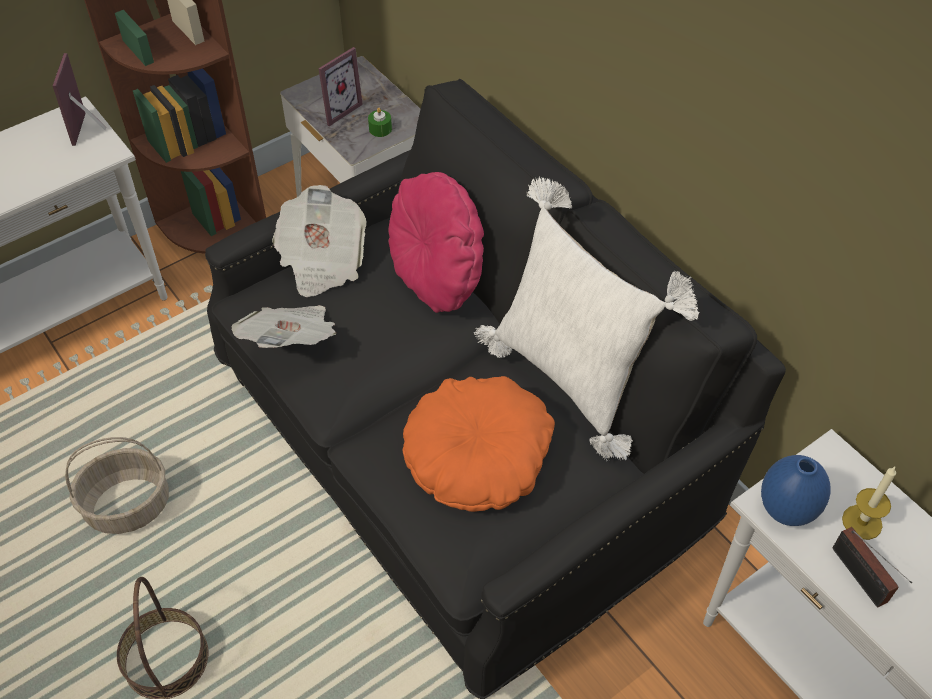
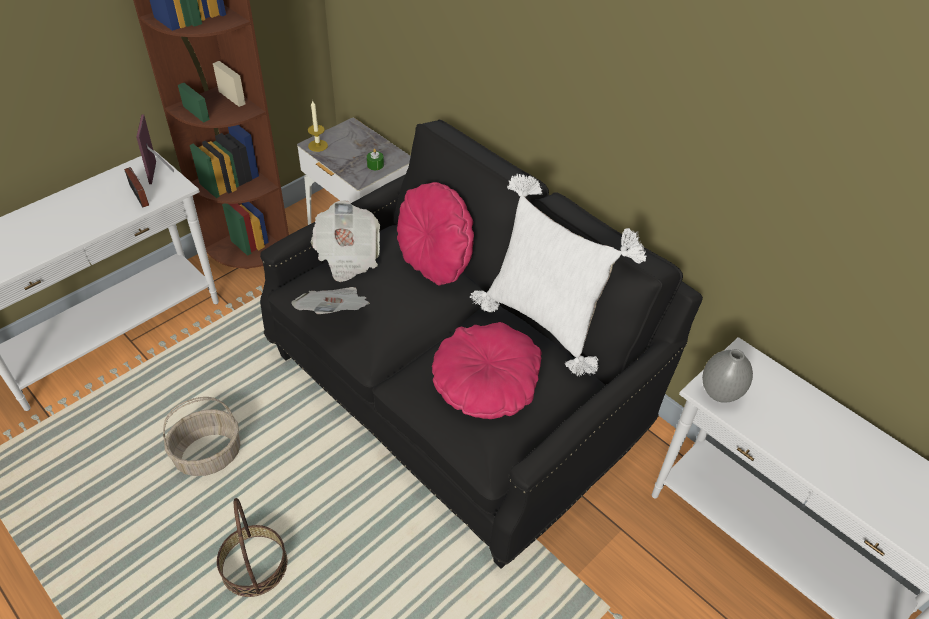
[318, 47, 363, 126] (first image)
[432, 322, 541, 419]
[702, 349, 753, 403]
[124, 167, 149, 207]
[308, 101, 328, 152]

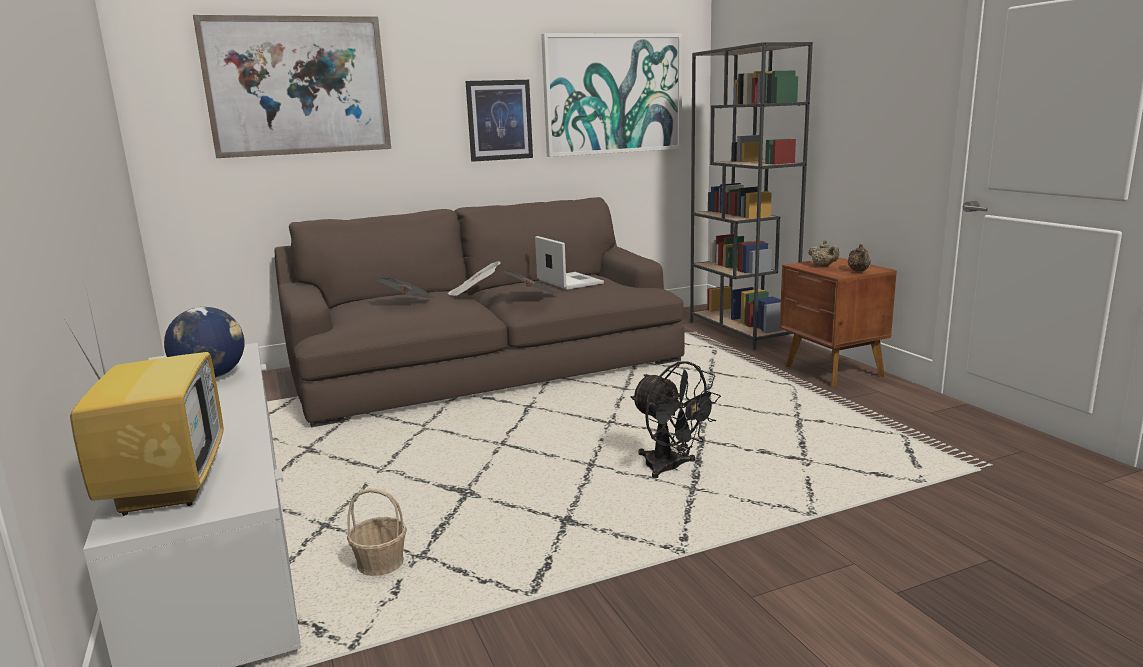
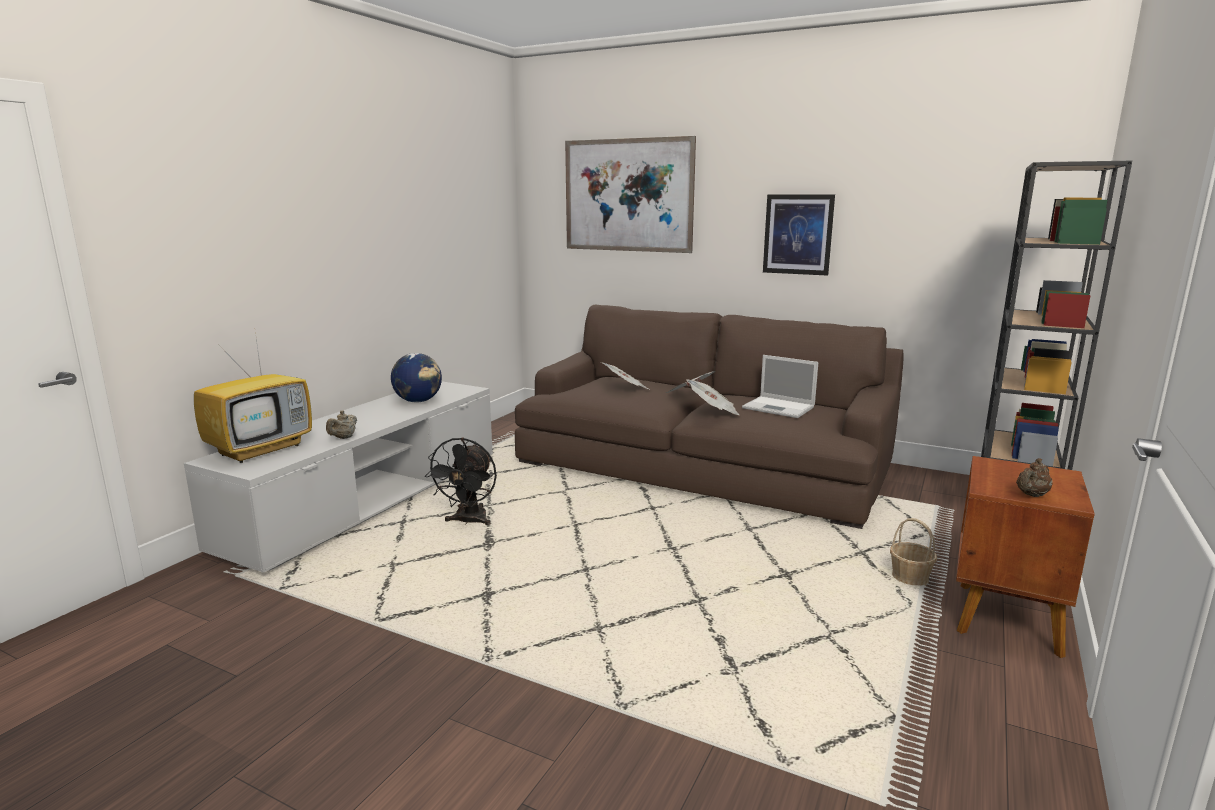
[890, 518, 937, 586]
[742, 355, 818, 418]
[541, 33, 682, 157] (first image)
[425, 438, 497, 525]
[326, 411, 357, 439]

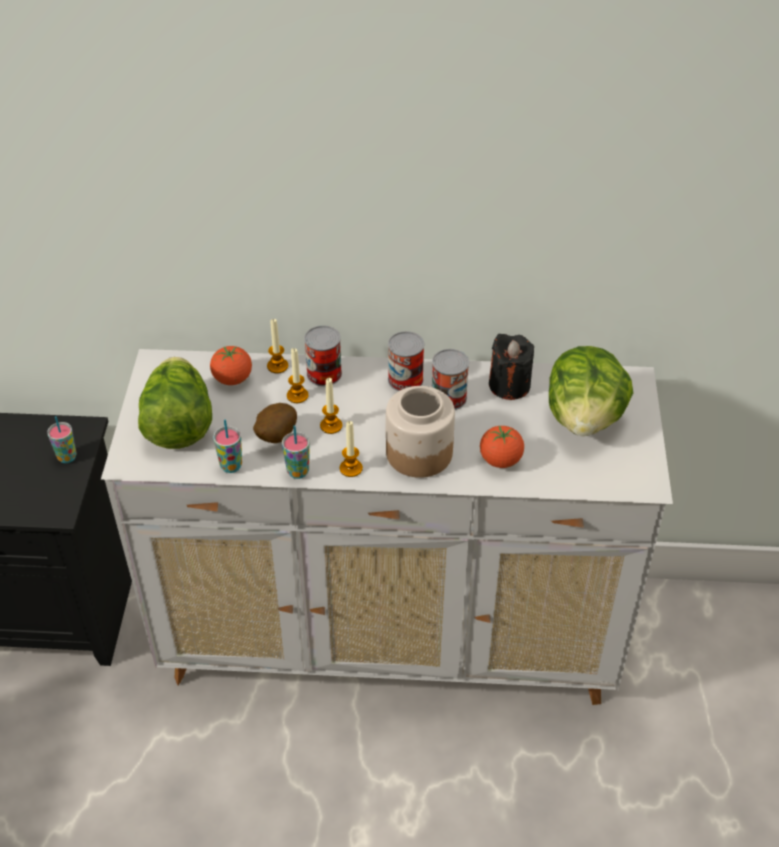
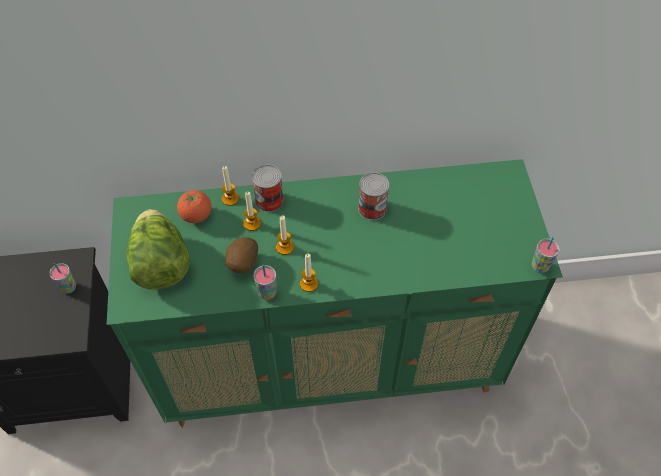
[107, 159, 563, 428]
[532, 237, 560, 273]
[386, 386, 455, 478] (first image)
[388, 331, 424, 391] (first image)
[480, 425, 524, 468] (first image)
[489, 334, 534, 400] (first image)
[549, 346, 633, 436] (first image)

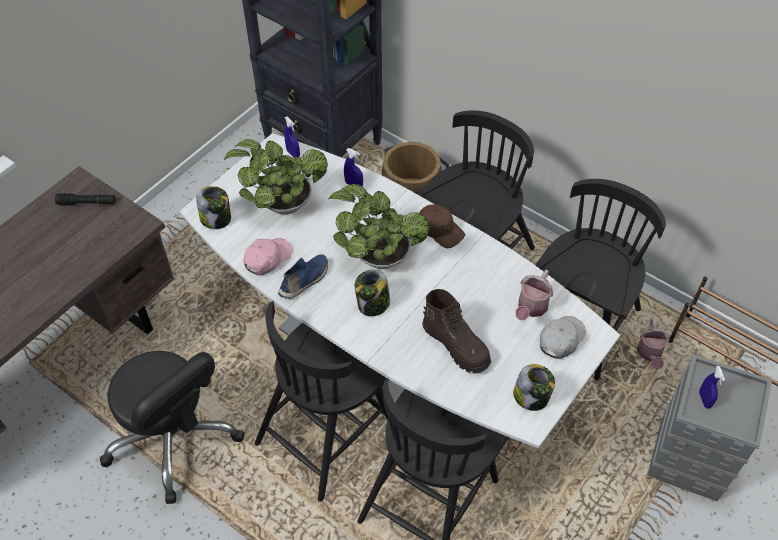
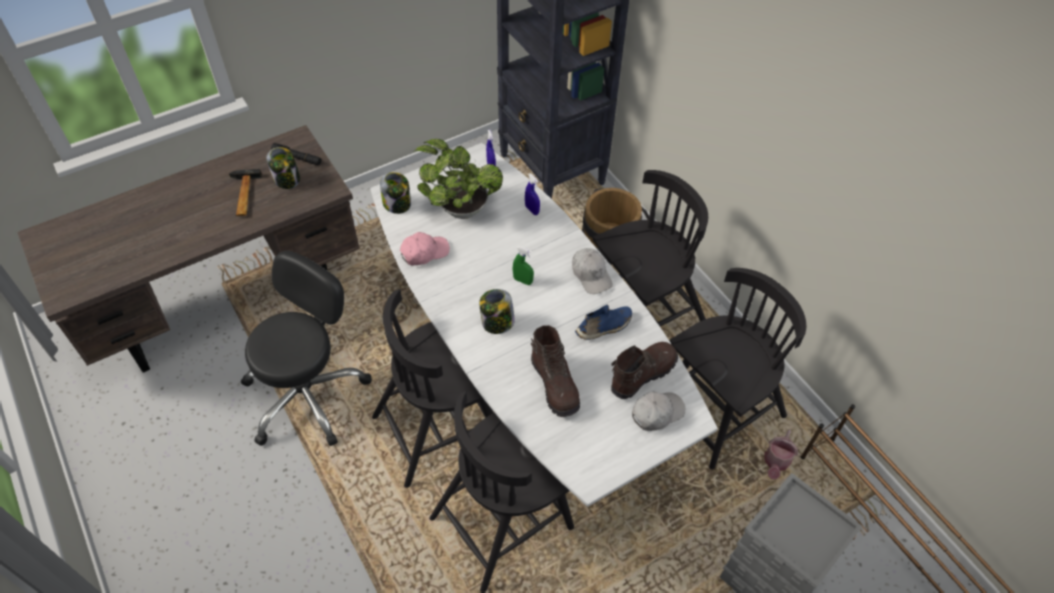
[241, 250, 372, 446]
[575, 304, 632, 340]
[513, 246, 534, 285]
[572, 248, 613, 294]
[266, 147, 300, 189]
[611, 342, 678, 399]
[699, 366, 725, 409] (first image)
[229, 169, 262, 216]

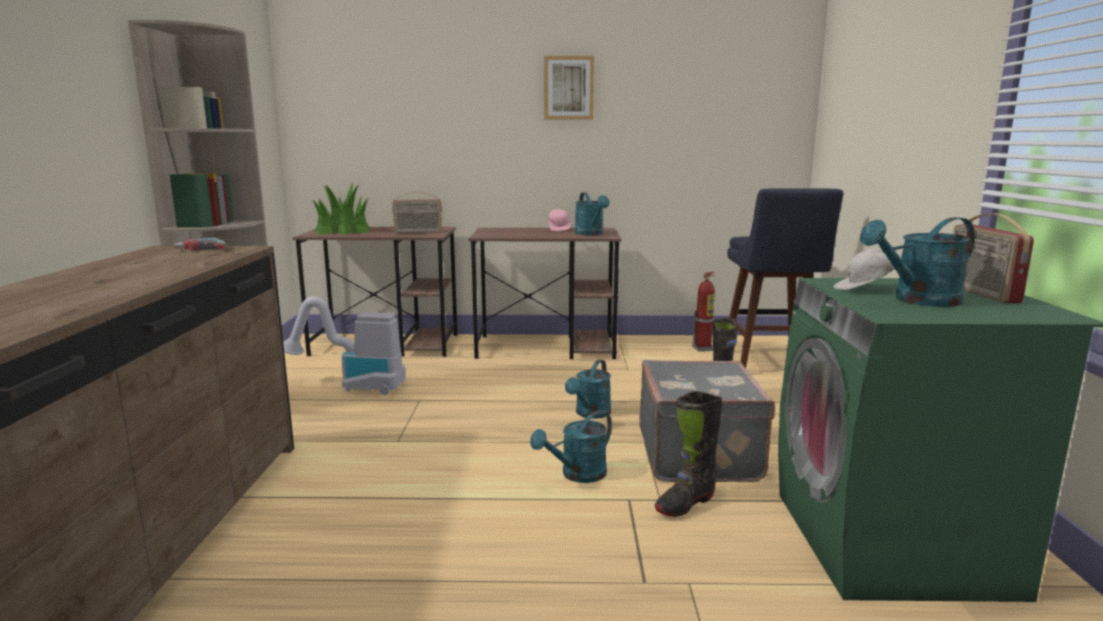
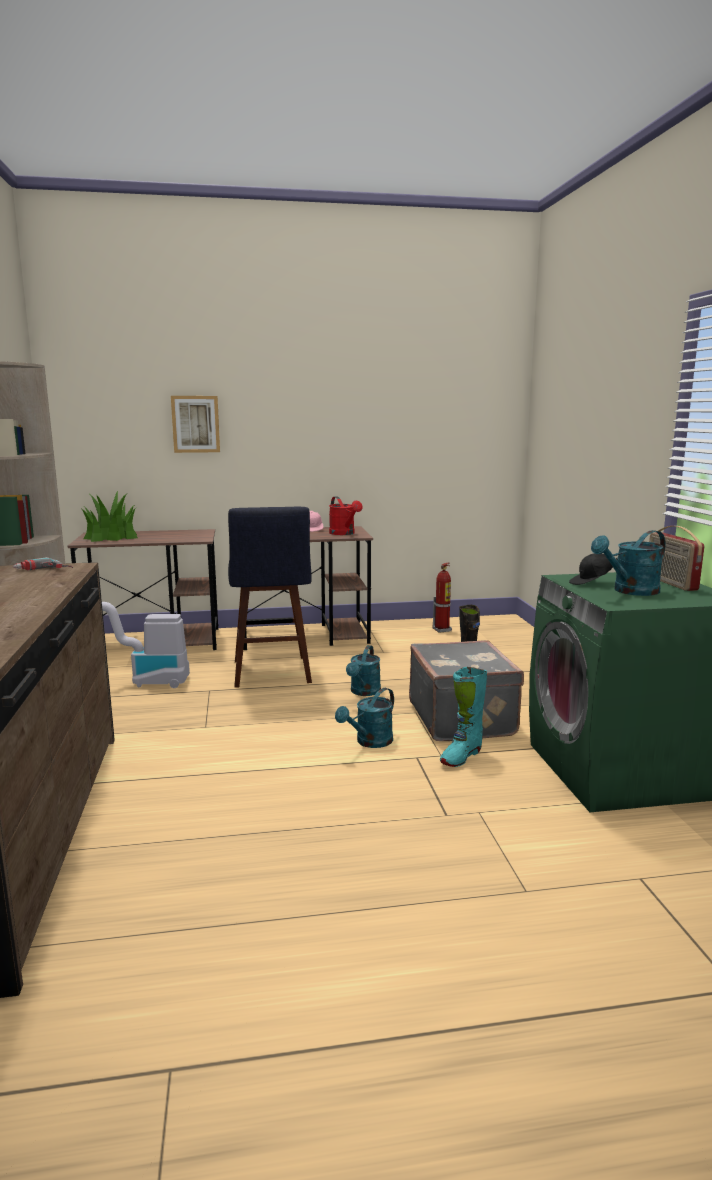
[392, 192, 442, 233] (first image)
[171, 396, 220, 453]
[329, 496, 363, 535]
[440, 667, 487, 767]
[228, 507, 312, 688]
[569, 553, 617, 585]

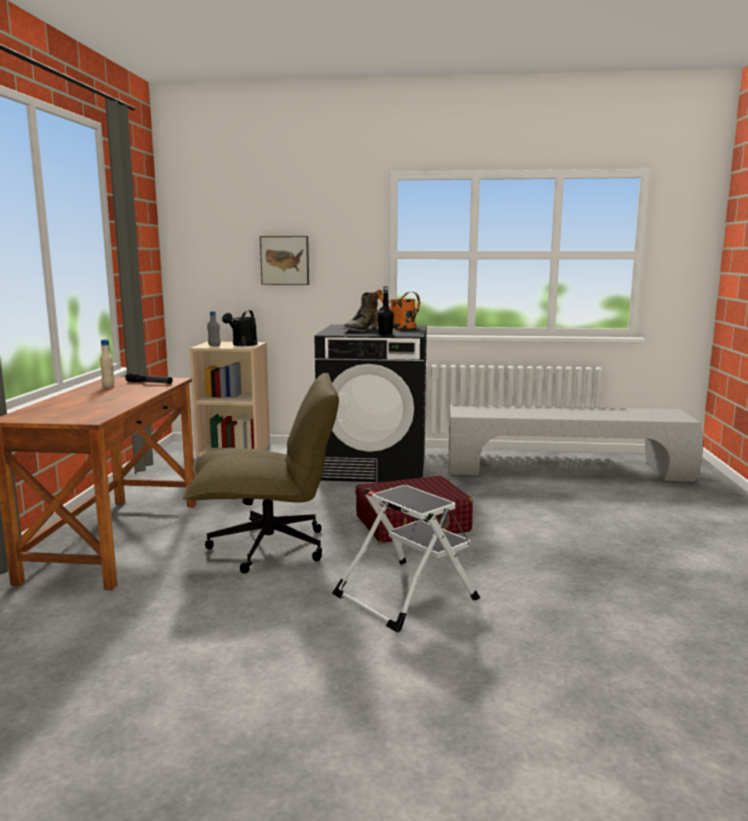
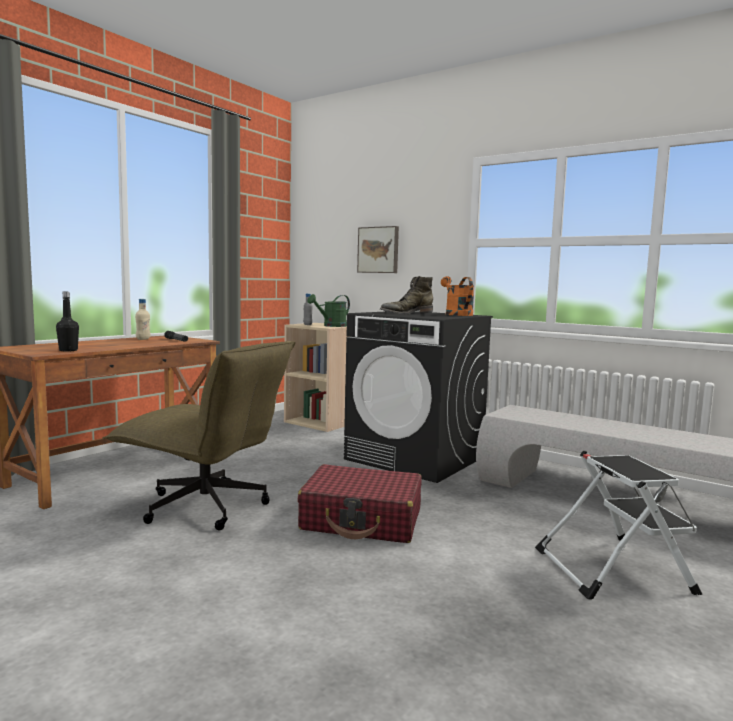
[307, 294, 350, 327]
[535, 451, 702, 600]
[56, 292, 79, 352]

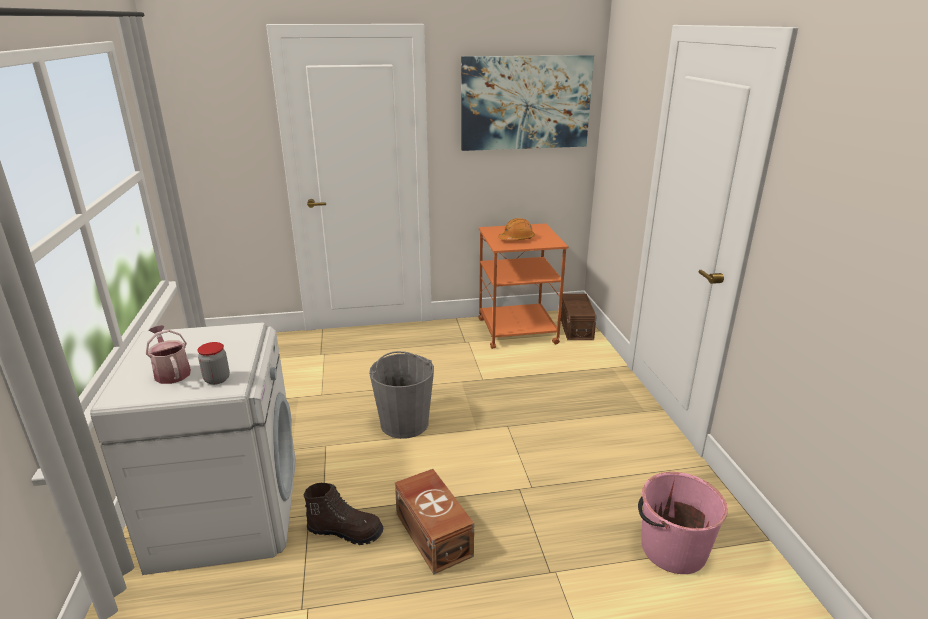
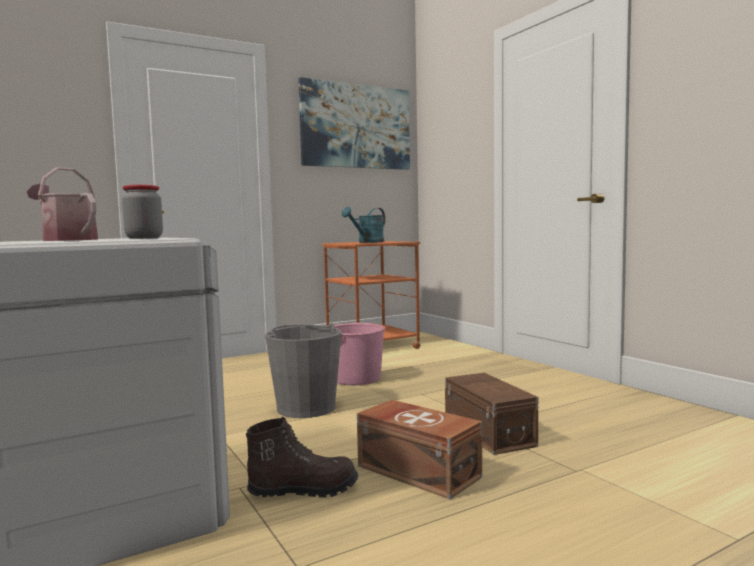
[342, 207, 385, 243]
[445, 373, 538, 455]
[333, 323, 385, 385]

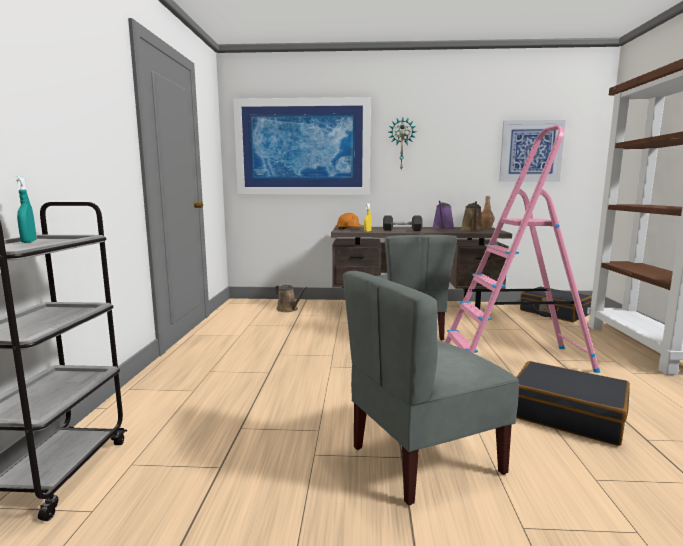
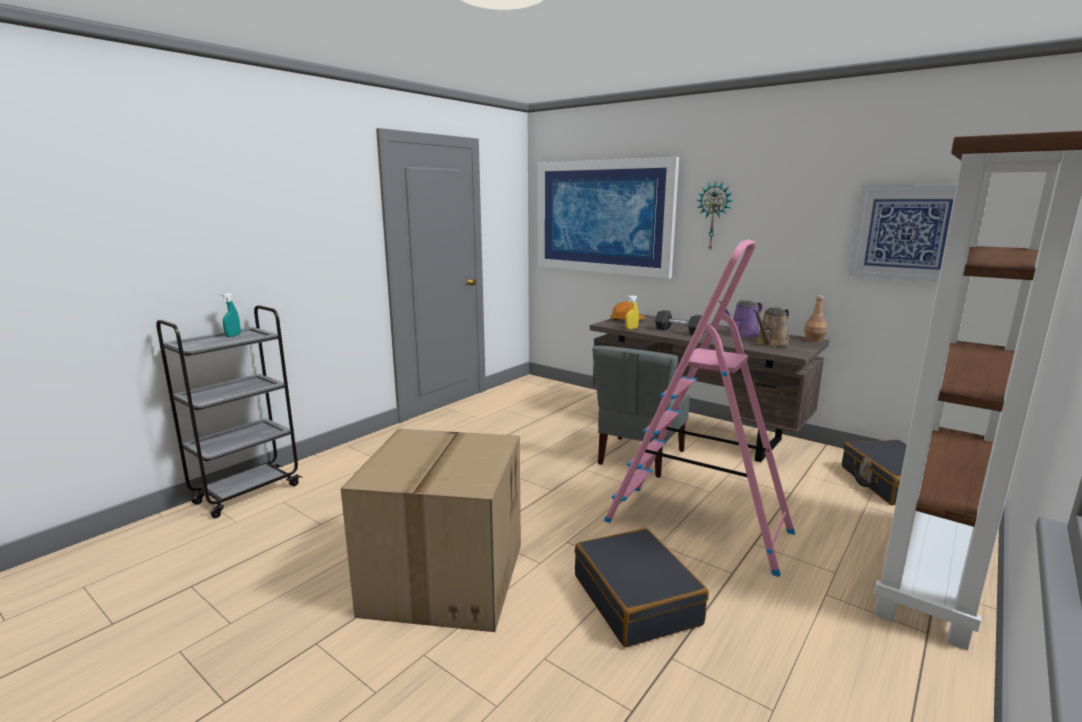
[275, 285, 308, 312] (first image)
[341, 429, 521, 632]

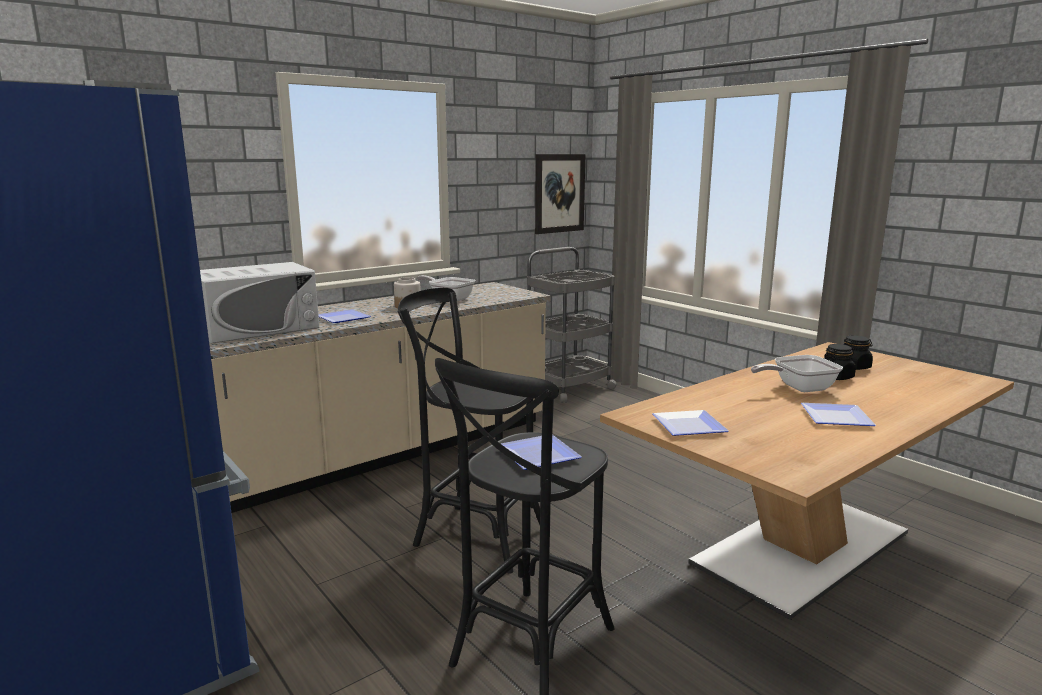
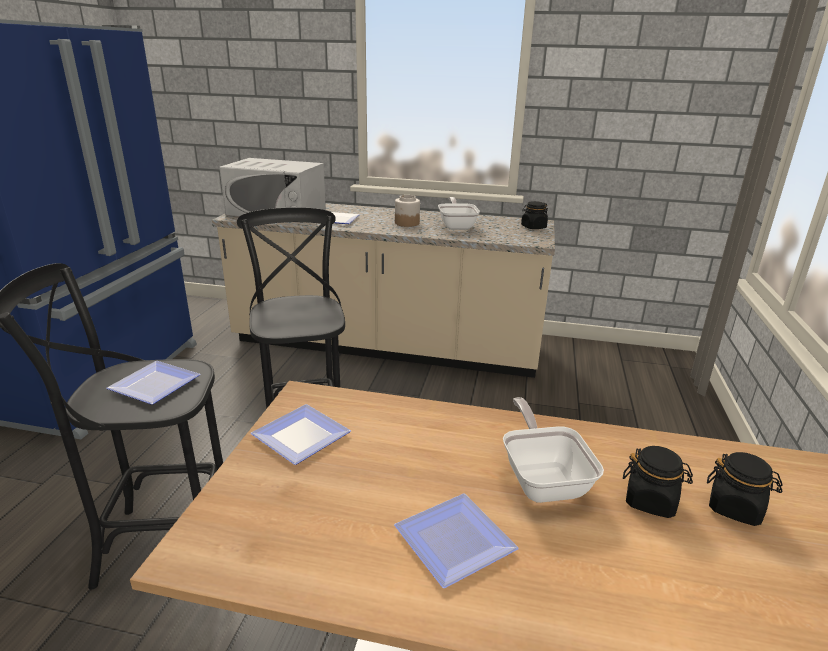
[527, 247, 617, 403] (first image)
[535, 154, 585, 234] (first image)
[503, 397, 604, 503]
[521, 201, 548, 229]

